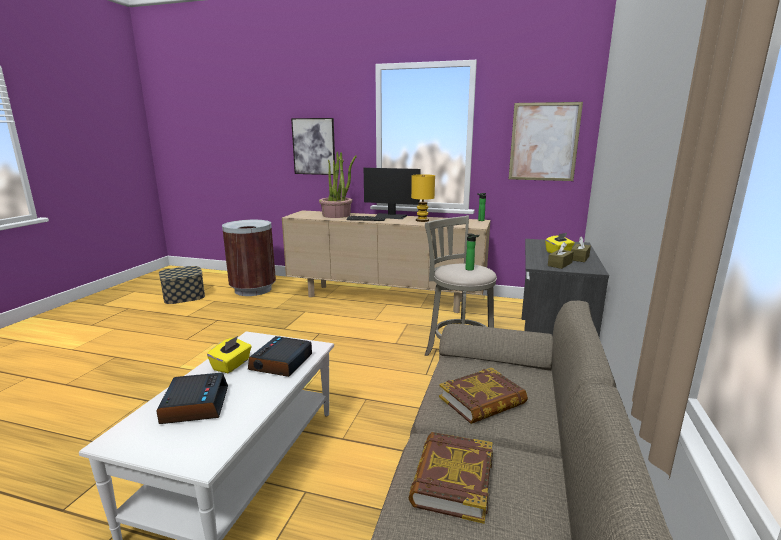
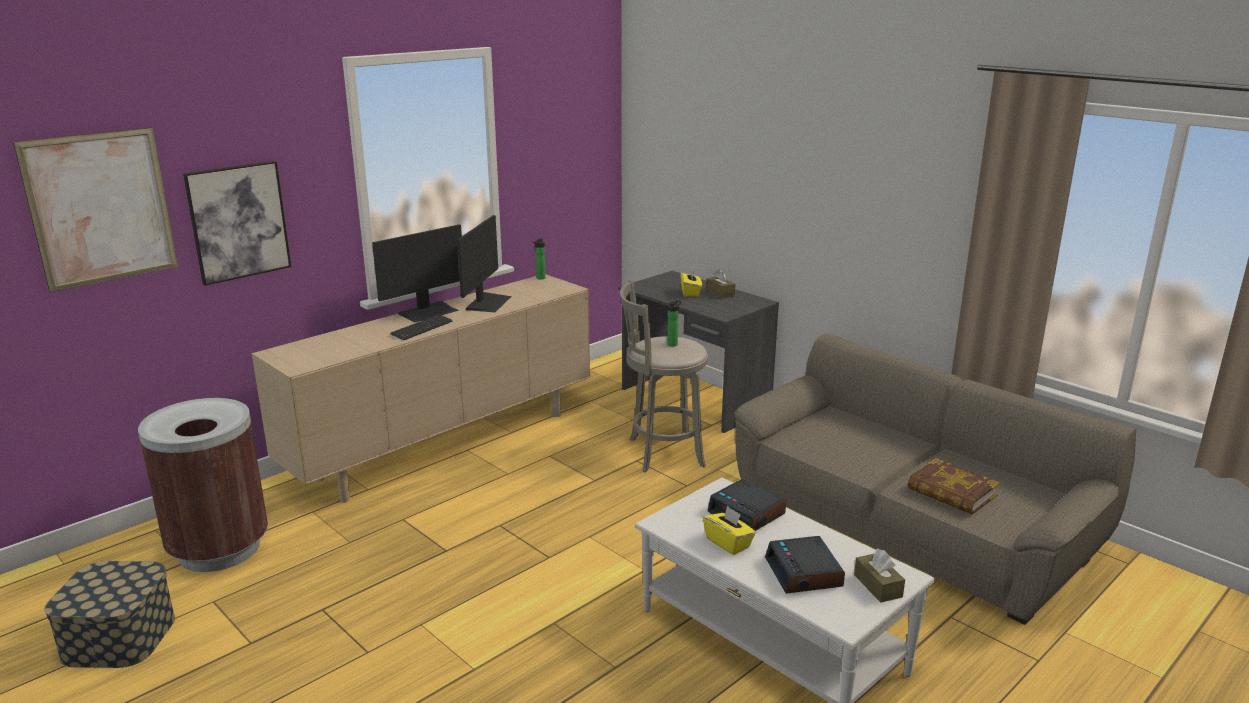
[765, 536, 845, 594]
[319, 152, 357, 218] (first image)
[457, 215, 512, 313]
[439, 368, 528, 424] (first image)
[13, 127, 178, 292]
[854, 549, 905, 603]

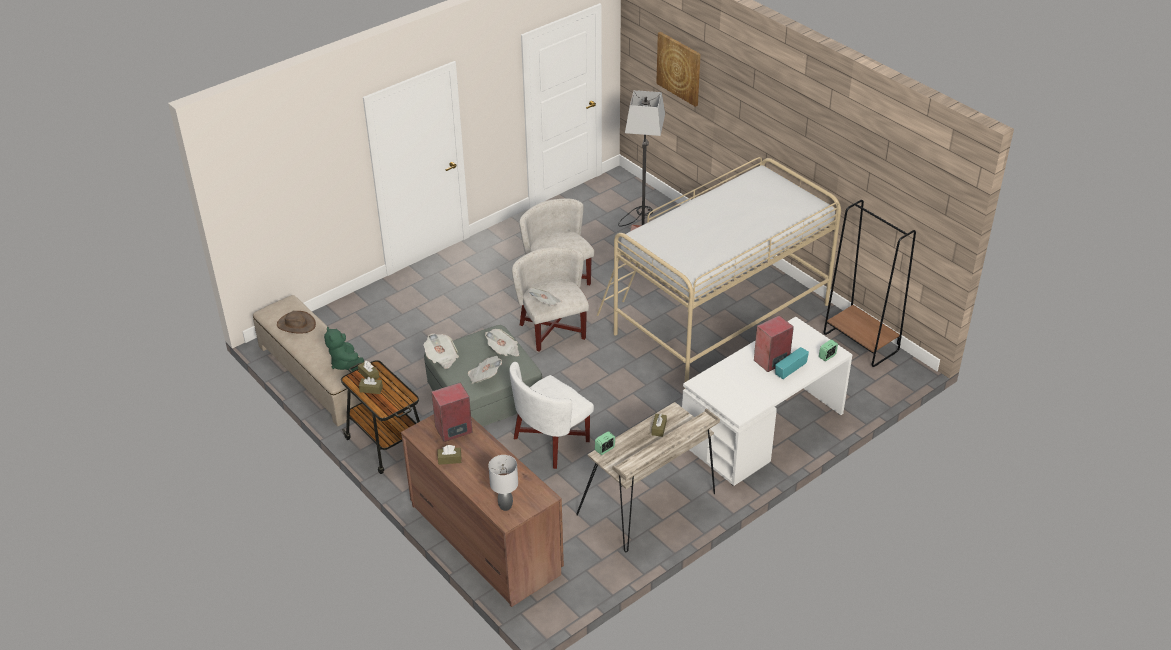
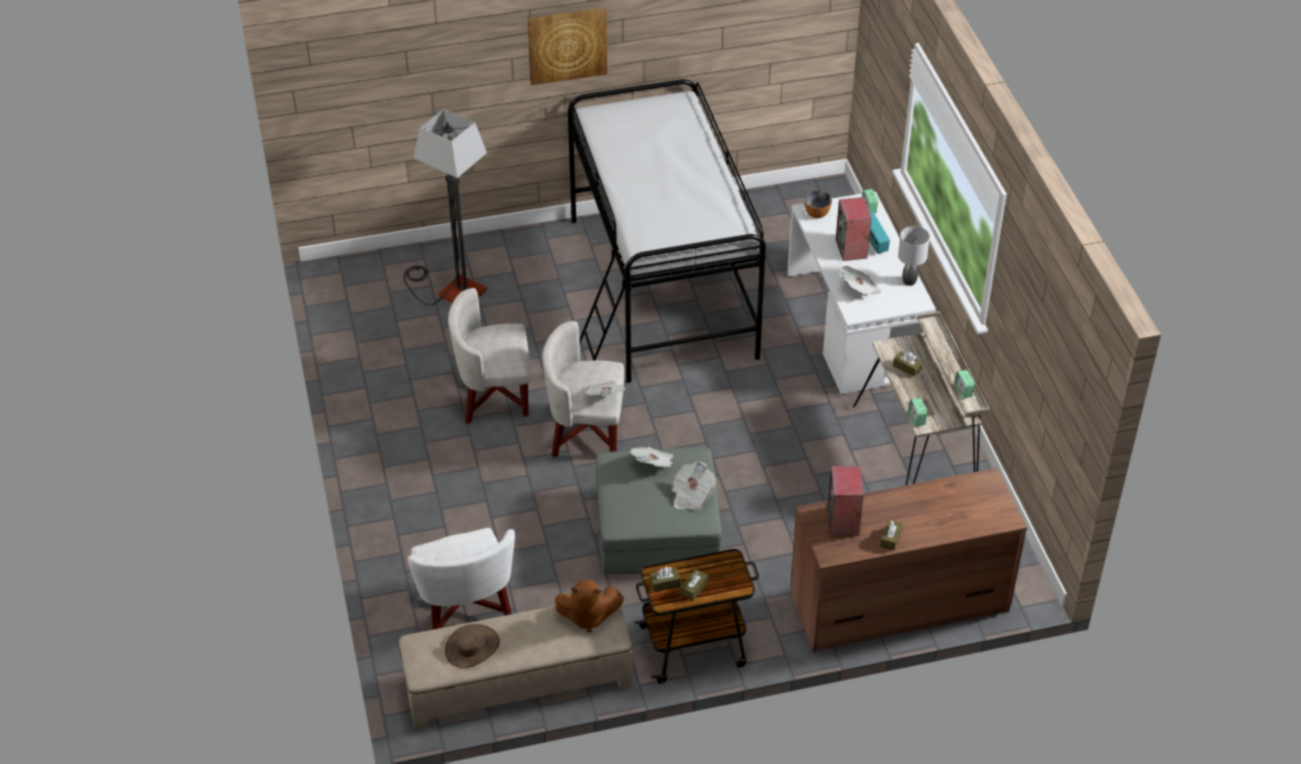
[555, 579, 624, 633]
[839, 266, 882, 295]
[898, 226, 930, 286]
[407, 528, 515, 630]
[568, 79, 766, 383]
[528, 8, 607, 85]
[823, 200, 916, 367] (first image)
[804, 191, 832, 218]
[954, 370, 975, 399]

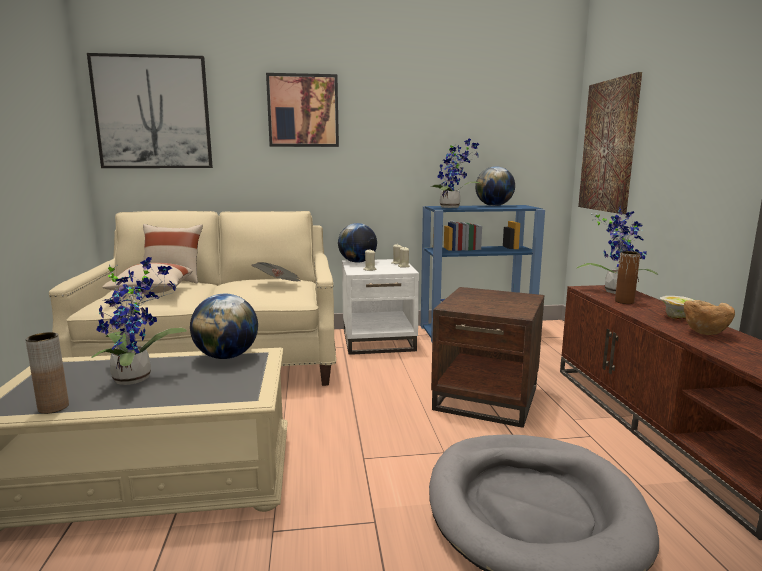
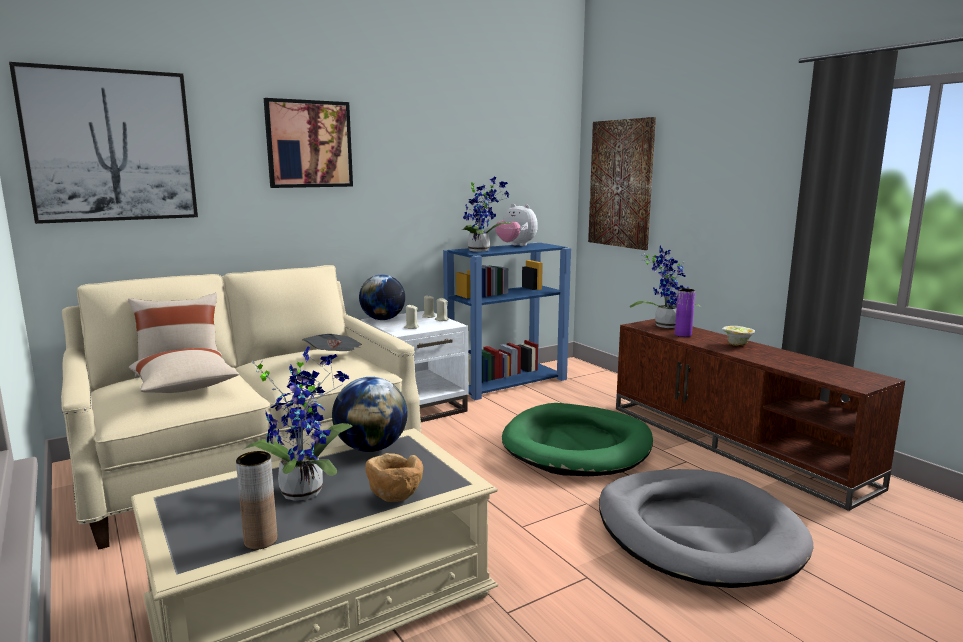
[502, 403, 653, 476]
[495, 204, 538, 246]
[675, 288, 695, 337]
[365, 453, 423, 502]

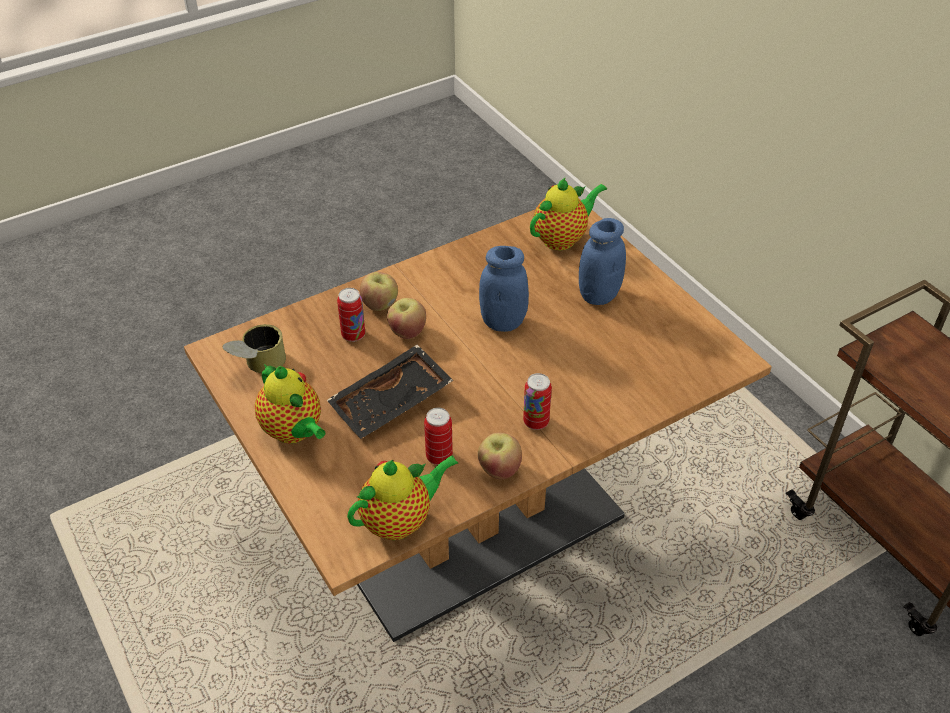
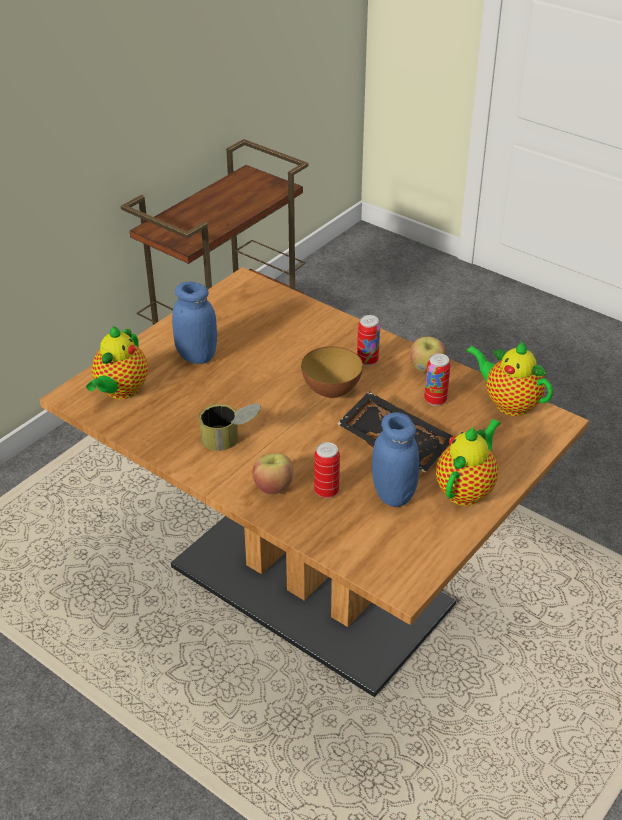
[199, 403, 261, 451]
[387, 298, 426, 339] (first image)
[372, 412, 419, 507]
[86, 326, 148, 399]
[301, 346, 363, 398]

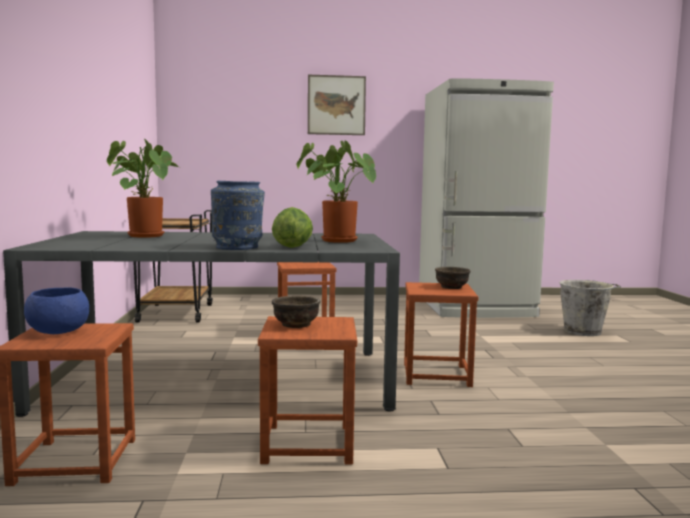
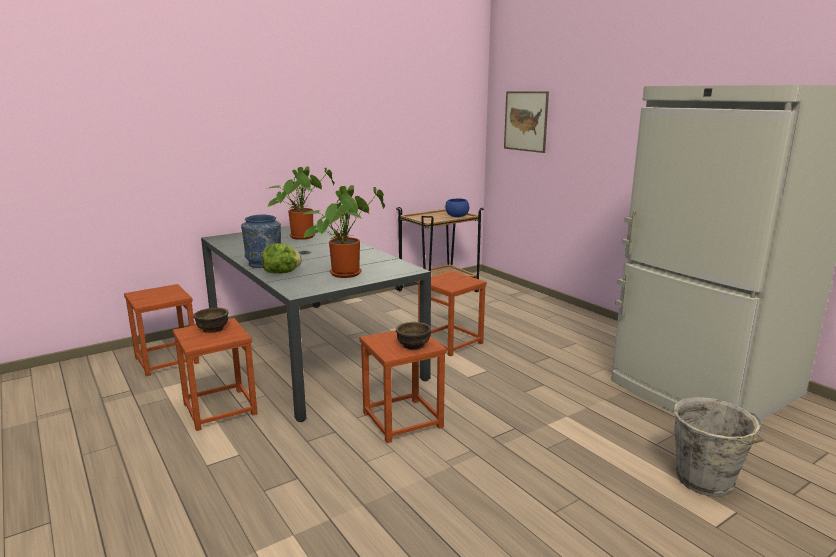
[446, 198, 469, 217]
[504, 91, 549, 153]

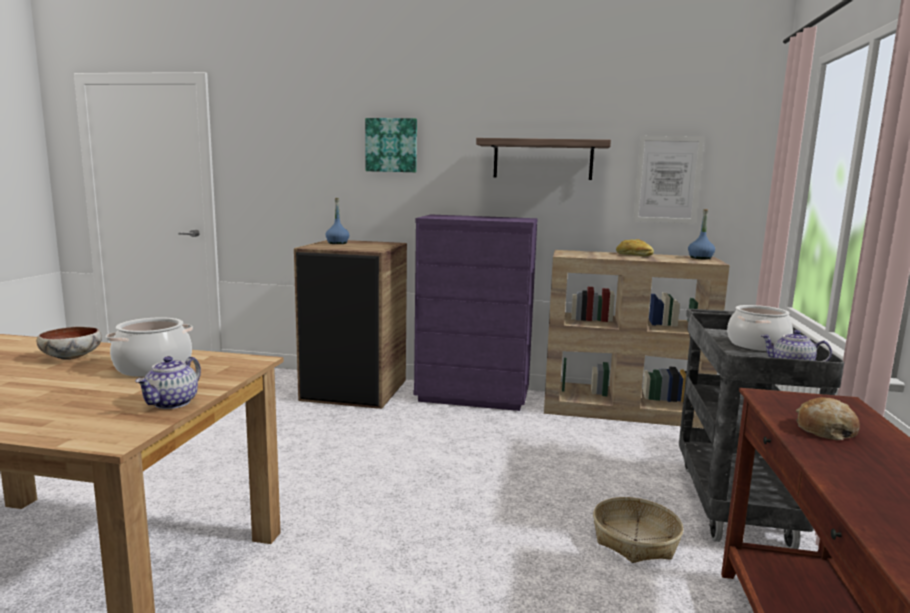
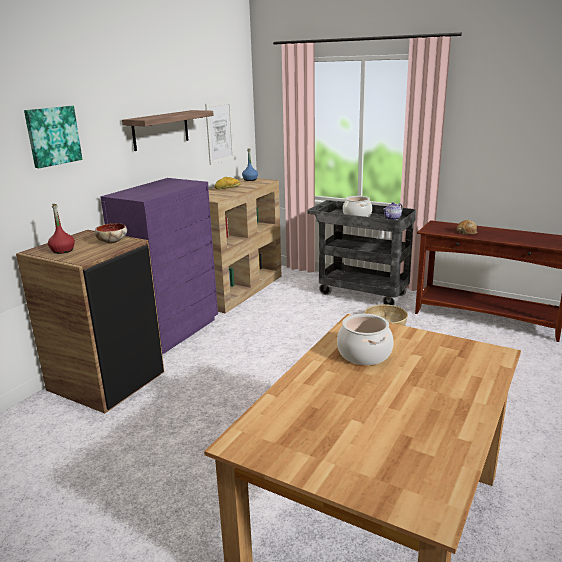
[95, 223, 127, 244]
[135, 356, 201, 409] (first image)
[48, 204, 75, 254]

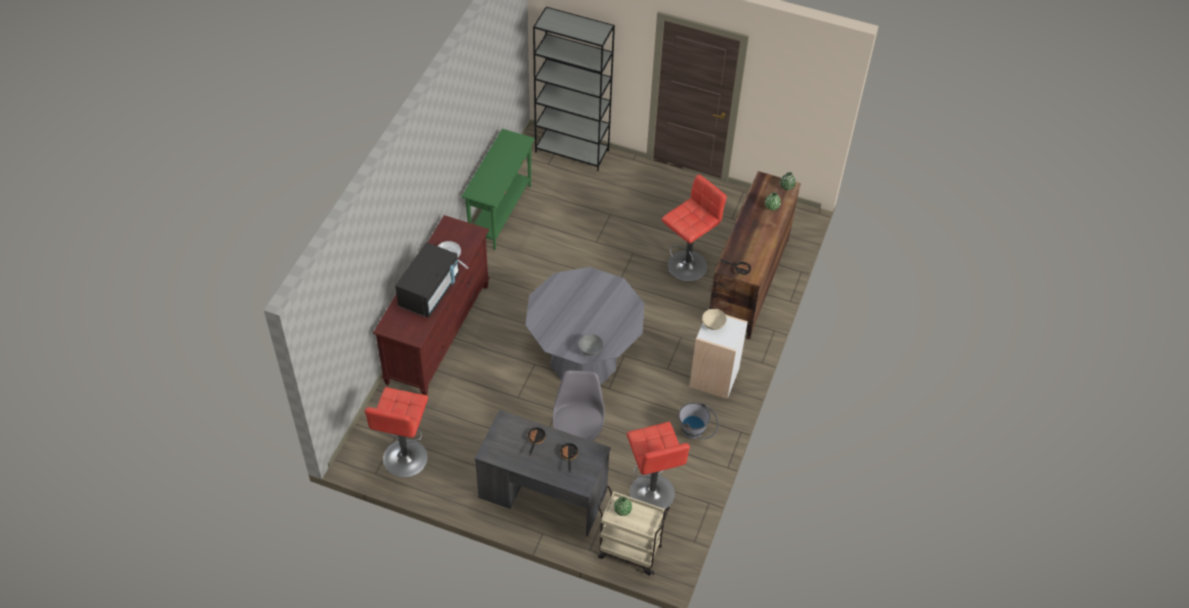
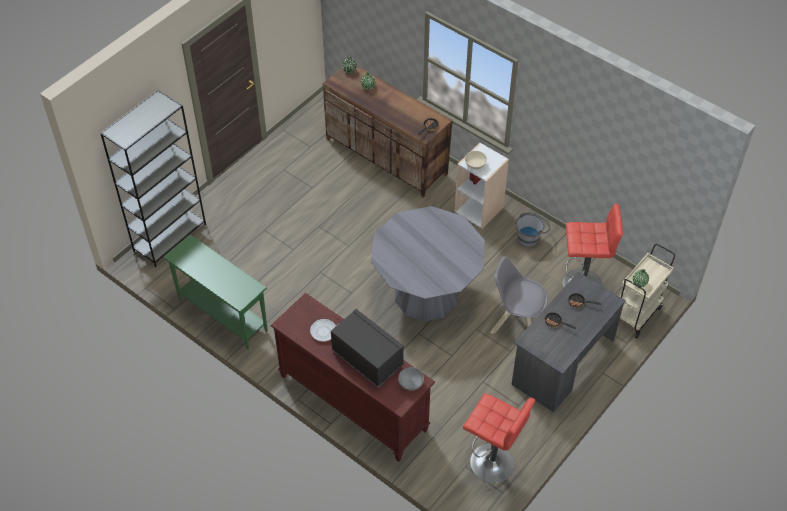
[398, 367, 424, 391]
[662, 174, 727, 281] (first image)

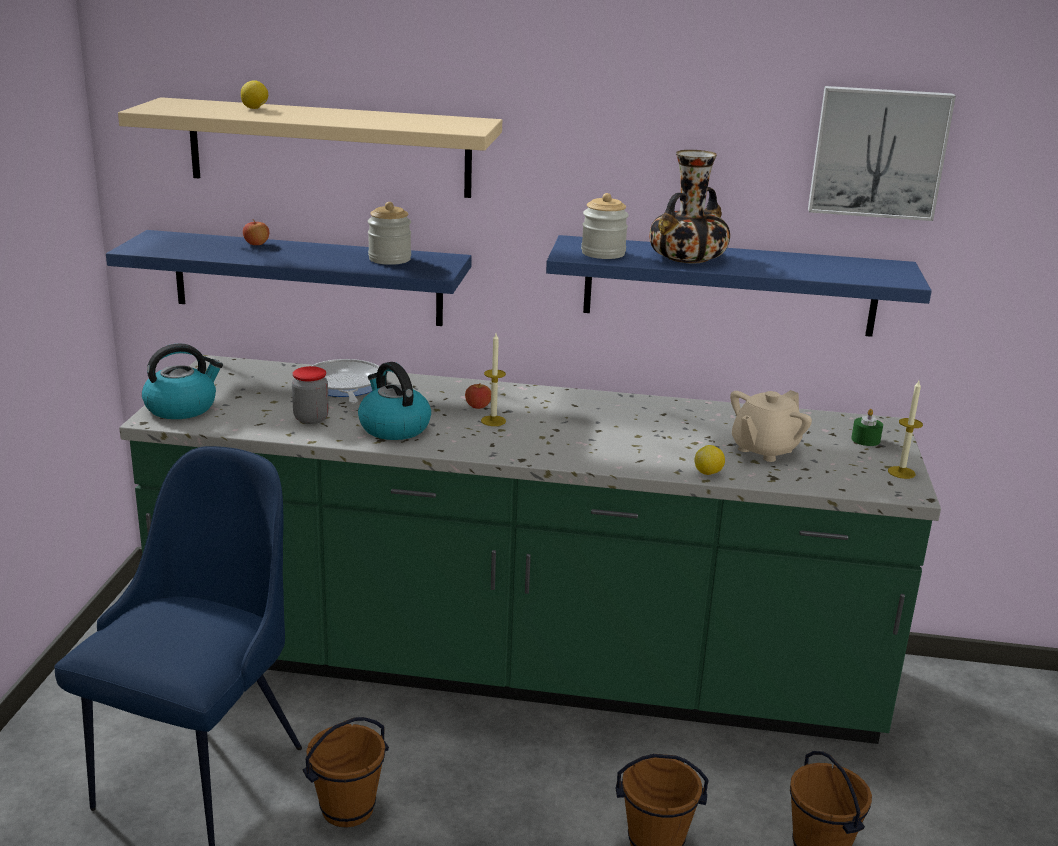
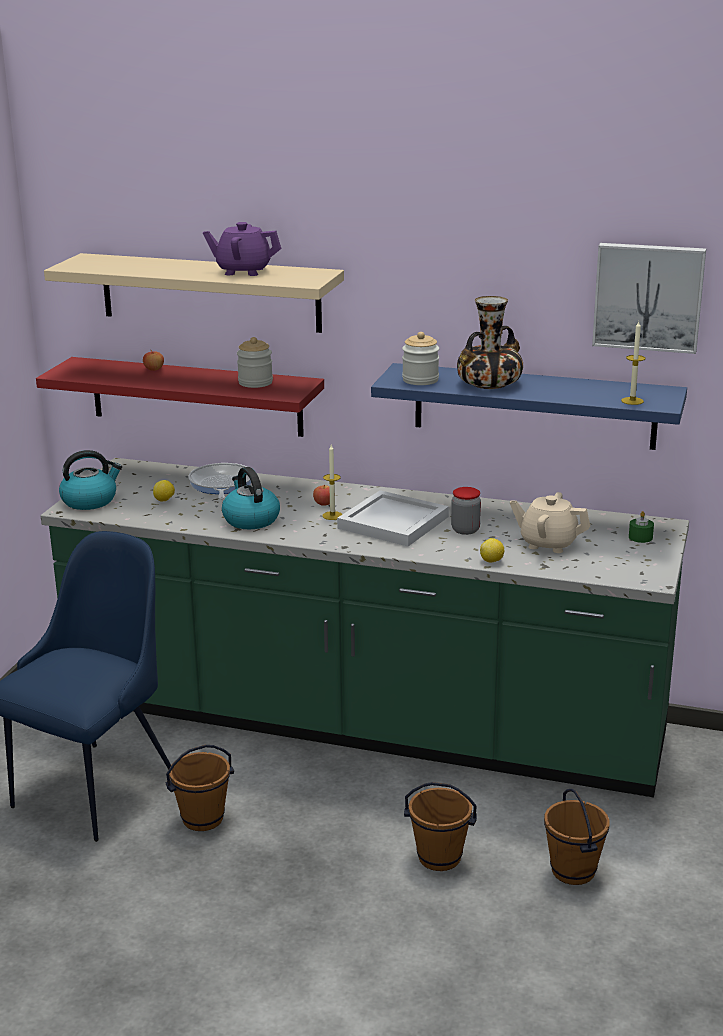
[36, 357, 324, 437]
[153, 480, 175, 501]
[451, 487, 481, 535]
[510, 492, 590, 553]
[621, 321, 646, 405]
[203, 222, 281, 276]
[337, 490, 449, 546]

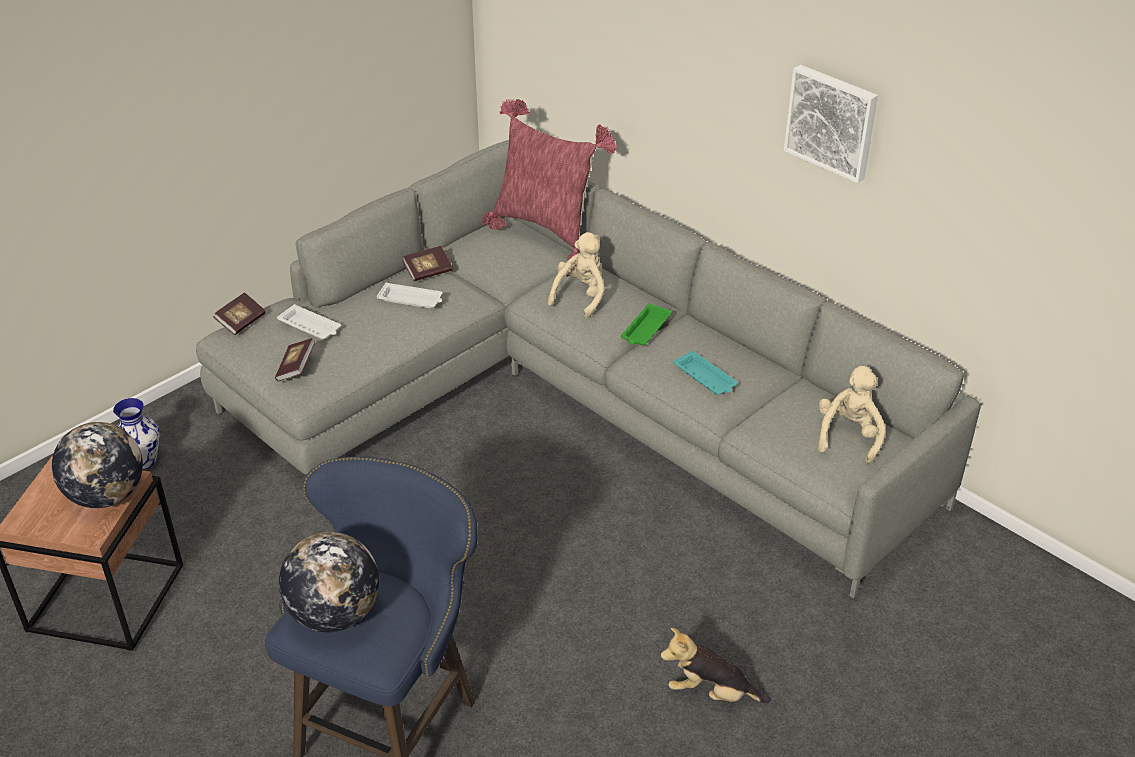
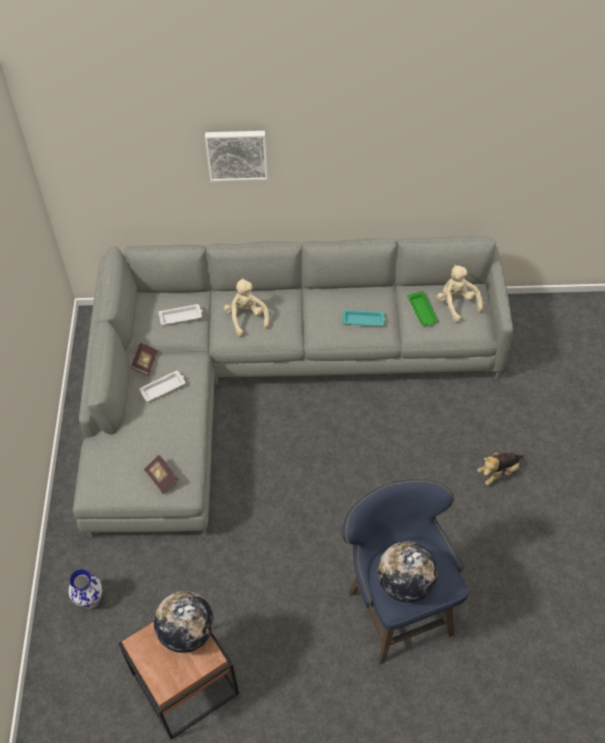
[214, 292, 265, 335] (first image)
[159, 304, 203, 325]
[482, 99, 617, 260] (first image)
[407, 291, 438, 326]
[205, 131, 268, 182]

